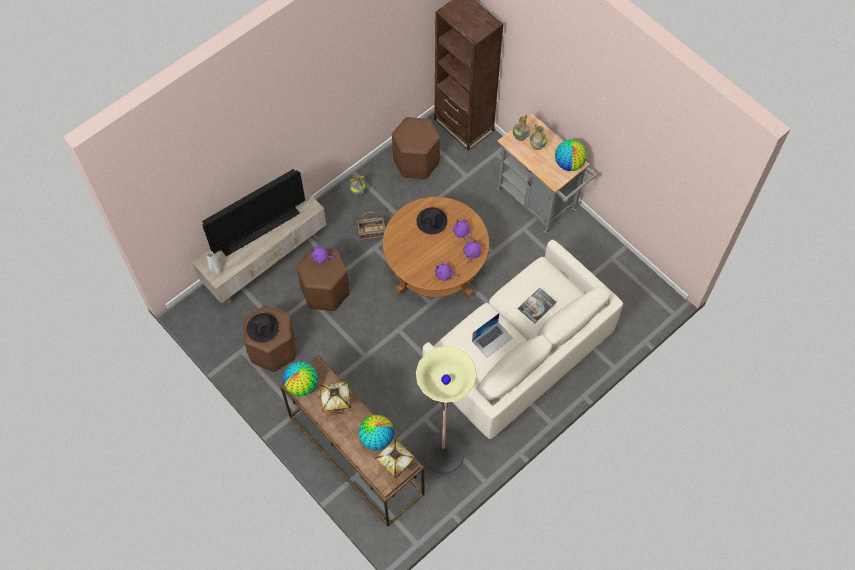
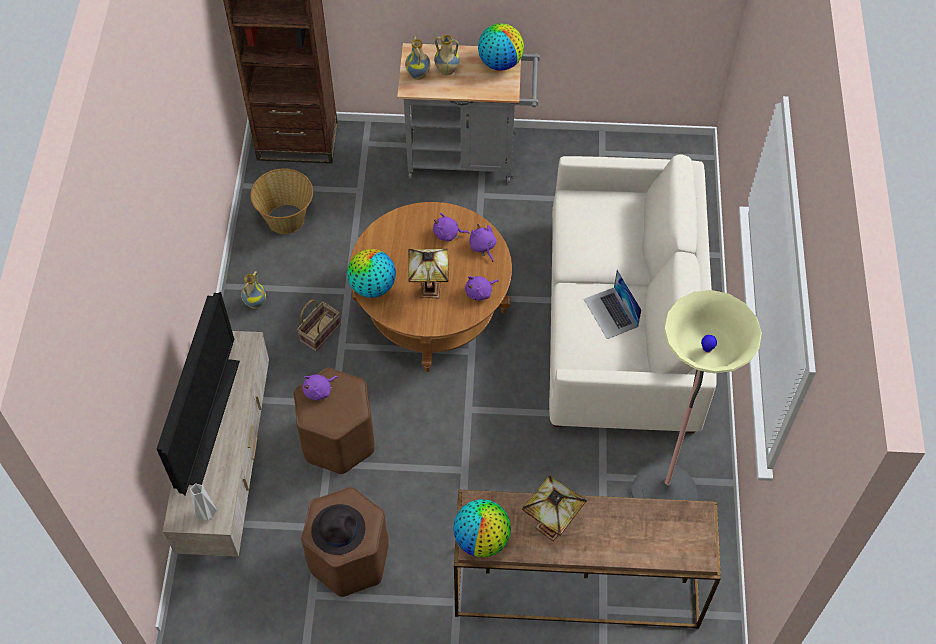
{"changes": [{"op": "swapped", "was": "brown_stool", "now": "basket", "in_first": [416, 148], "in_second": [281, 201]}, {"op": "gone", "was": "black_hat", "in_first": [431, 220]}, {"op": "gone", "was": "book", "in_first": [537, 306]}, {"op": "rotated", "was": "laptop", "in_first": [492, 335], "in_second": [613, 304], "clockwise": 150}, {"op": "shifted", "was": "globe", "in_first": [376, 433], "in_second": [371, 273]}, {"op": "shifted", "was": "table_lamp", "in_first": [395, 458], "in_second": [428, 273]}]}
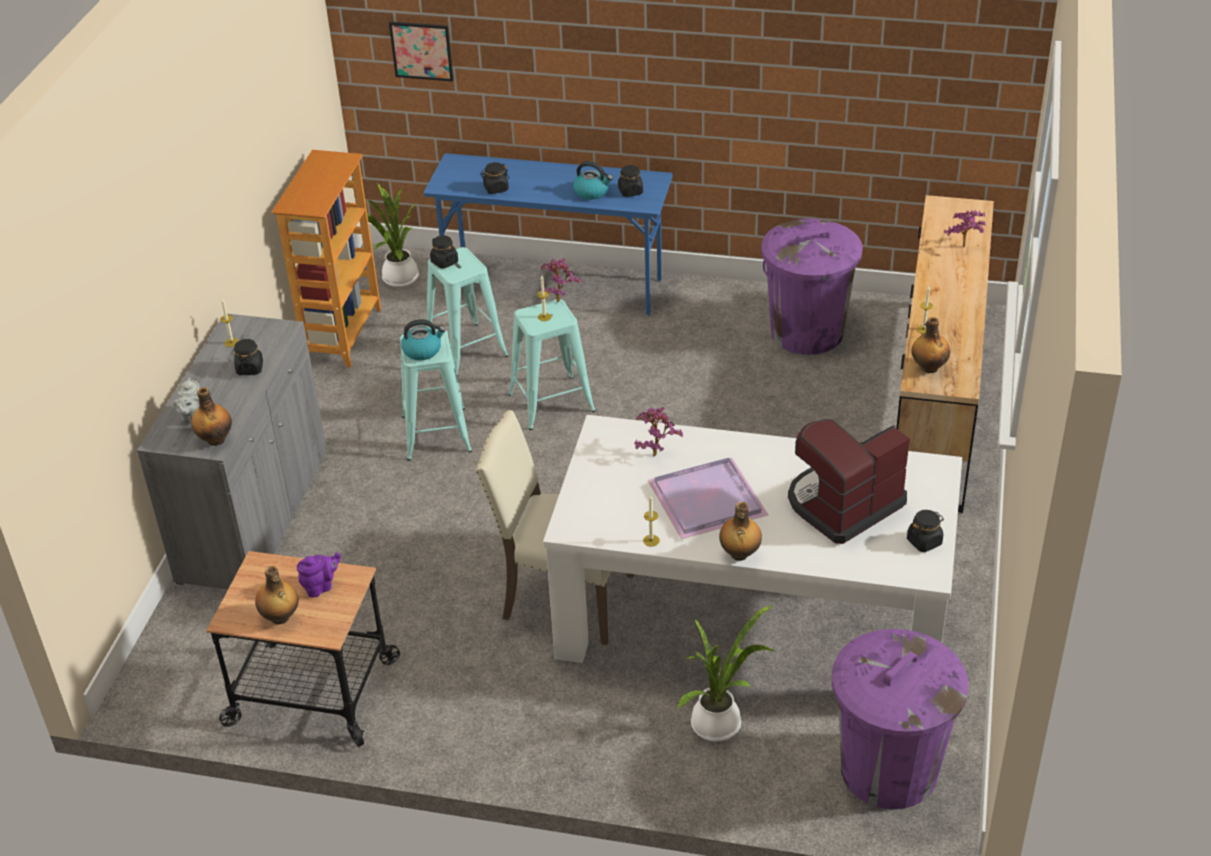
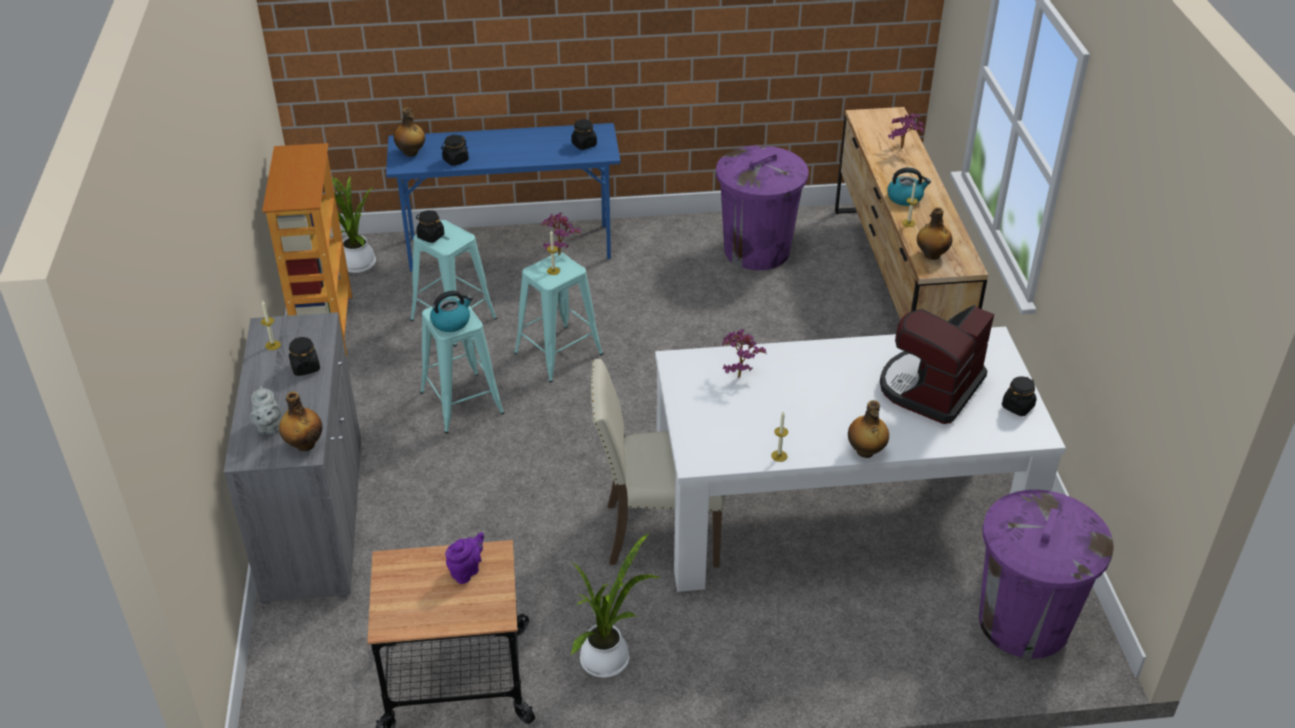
{"changes": [{"op": "gone", "was": "picture", "in_first": [421, 51]}, {"op": "shifted", "was": "kettle", "in_first": [593, 180], "in_second": [909, 187]}, {"op": "gone", "was": "purple_tray", "in_first": [707, 498]}, {"op": "shifted", "was": "bottle", "in_first": [277, 595], "in_second": [409, 132]}, {"op": "shifted", "was": "potted_plant", "in_first": [725, 673], "in_second": [615, 605]}]}
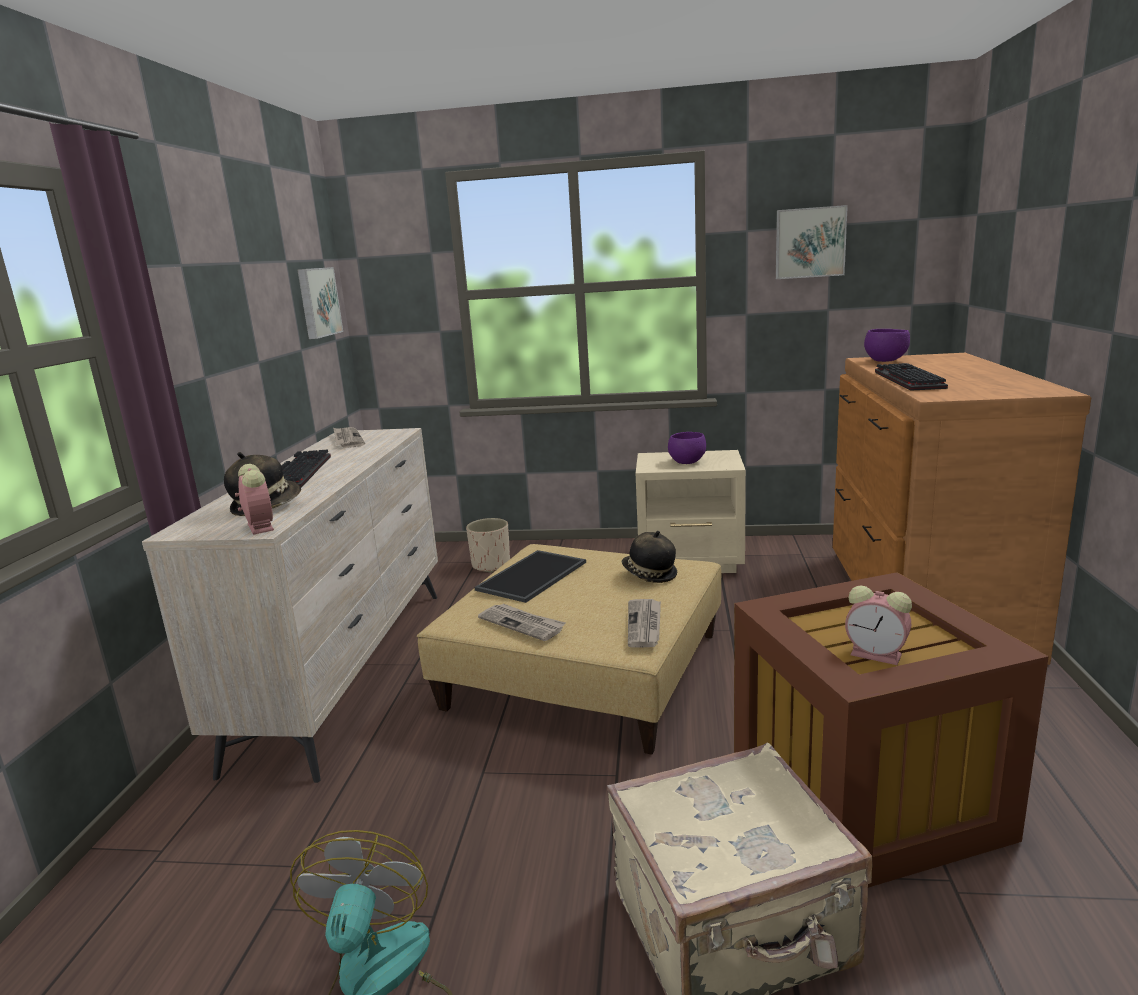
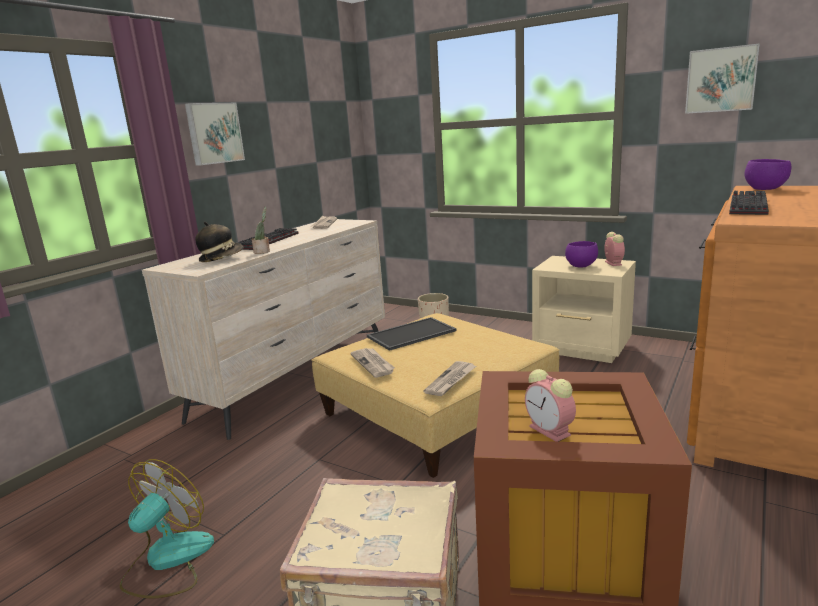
{"changes": [{"op": "shifted", "was": "picture", "in_first": [320, 303], "in_second": [215, 134]}, {"op": "shifted", "was": "alarm_clock", "in_first": [254, 499], "in_second": [614, 249]}, {"op": "gone", "was": "hat", "in_first": [649, 557]}, {"op": "new", "now": "potted_plant", "in_second": [261, 230]}]}
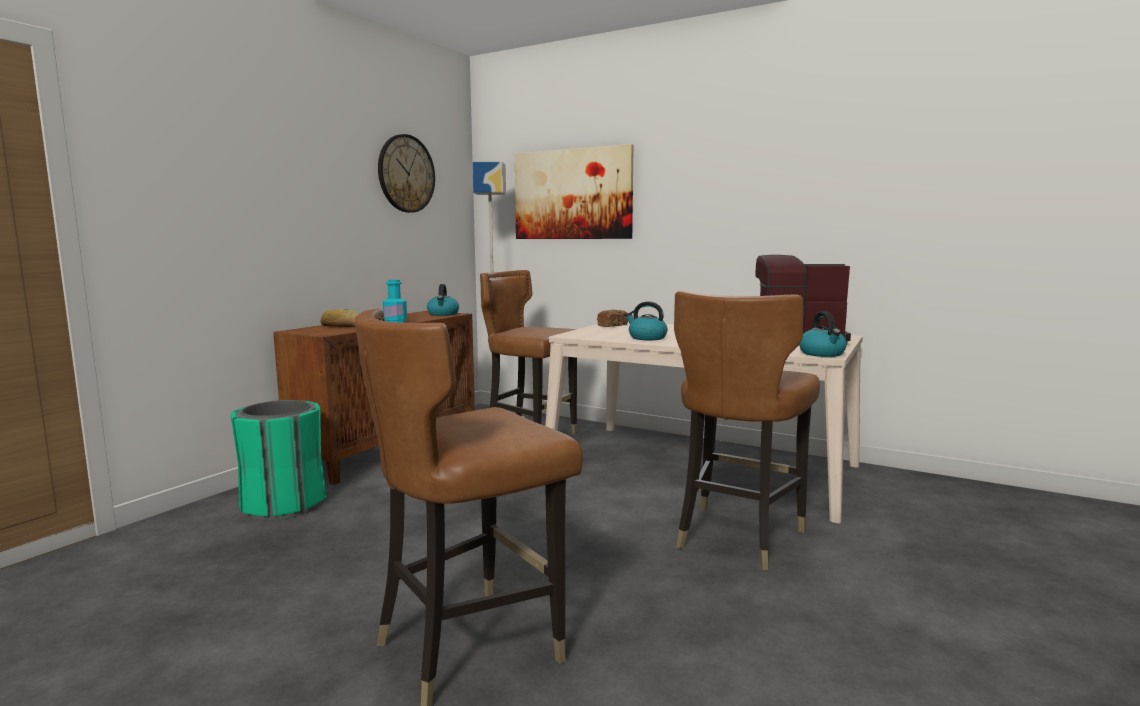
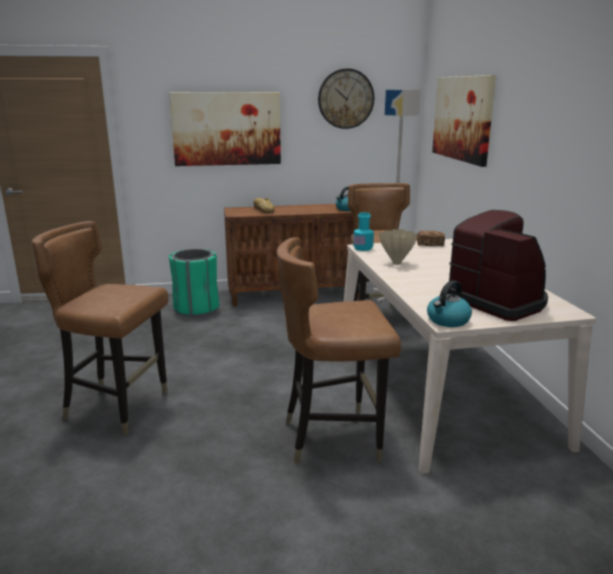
{"changes": [{"op": "shifted", "was": "turquoise_bottle", "in_first": [395, 301], "in_second": [363, 231]}, {"op": "swapped", "was": "kettle", "now": "beige_vase", "in_first": [646, 320], "in_second": [398, 247]}, {"op": "new", "now": "picture", "in_second": [225, 129]}]}
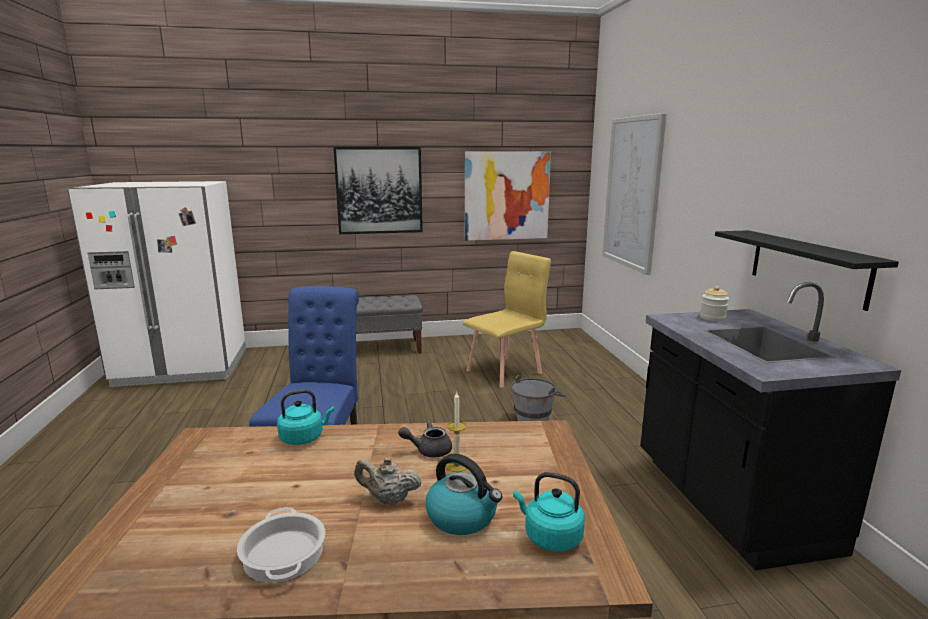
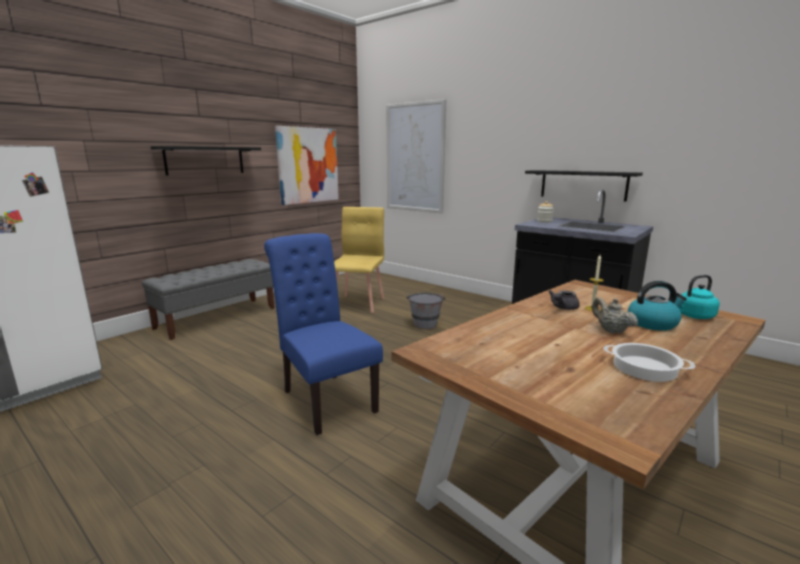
{"changes": [{"op": "swapped", "was": "picture", "now": "black_shelf", "in_first": [378, 190], "in_second": [205, 160]}, {"op": "gone", "was": "turquoise_kettle", "in_first": [305, 417]}, {"op": "rotated", "was": "beige_teapot", "in_first": [387, 481], "in_second": [615, 315], "clockwise": 90}]}
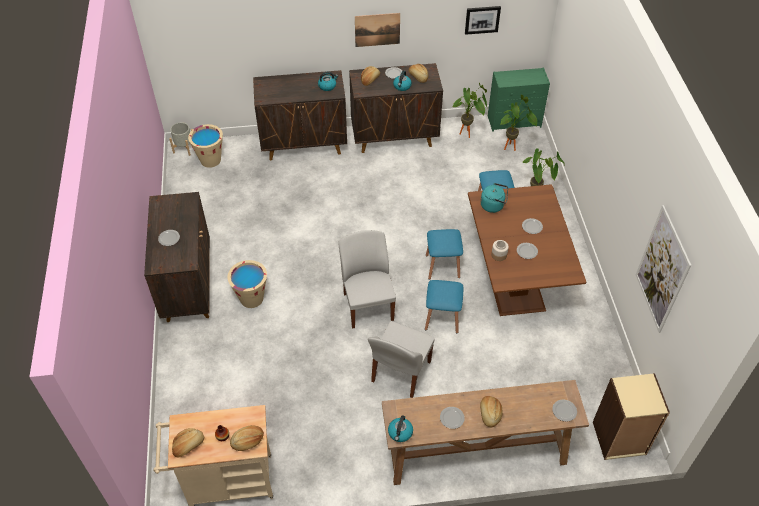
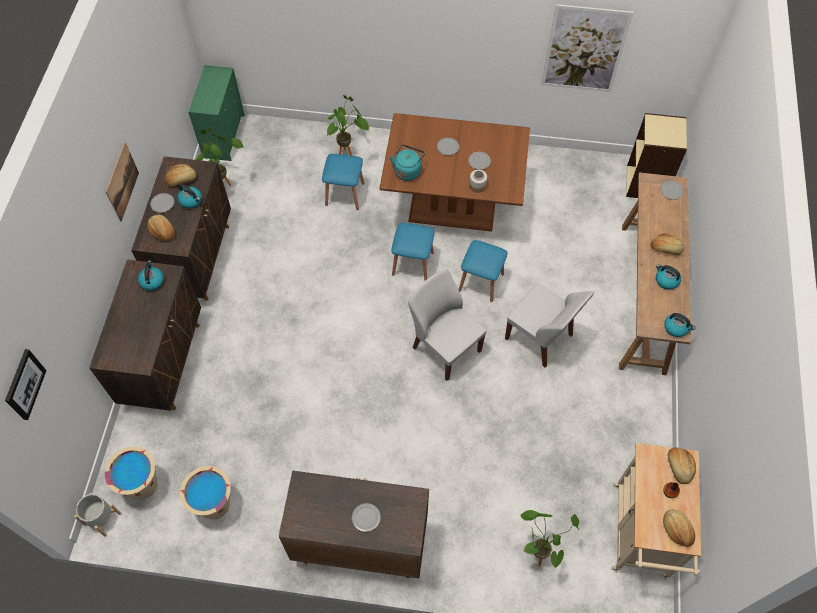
{"changes": [{"op": "shifted", "was": "picture", "in_first": [483, 20], "in_second": [26, 384]}, {"op": "shifted", "was": "potted_plant", "in_first": [518, 123], "in_second": [550, 539]}, {"op": "rotated", "was": "white_chair", "in_first": [367, 279], "in_second": [447, 325], "clockwise": 45}, {"op": "shifted", "was": "beige_bucket", "in_first": [247, 284], "in_second": [205, 493]}, {"op": "swapped", "was": "plate", "now": "kettle", "in_first": [452, 418], "in_second": [668, 277]}]}
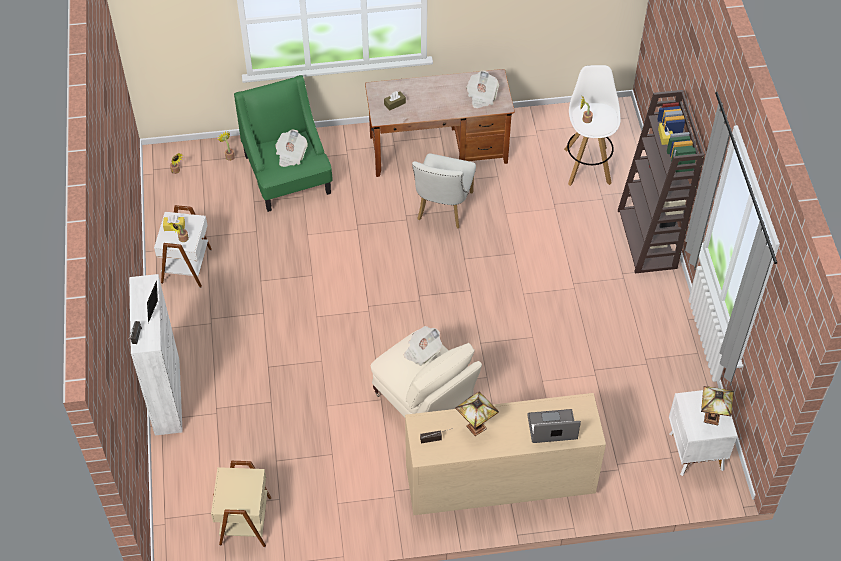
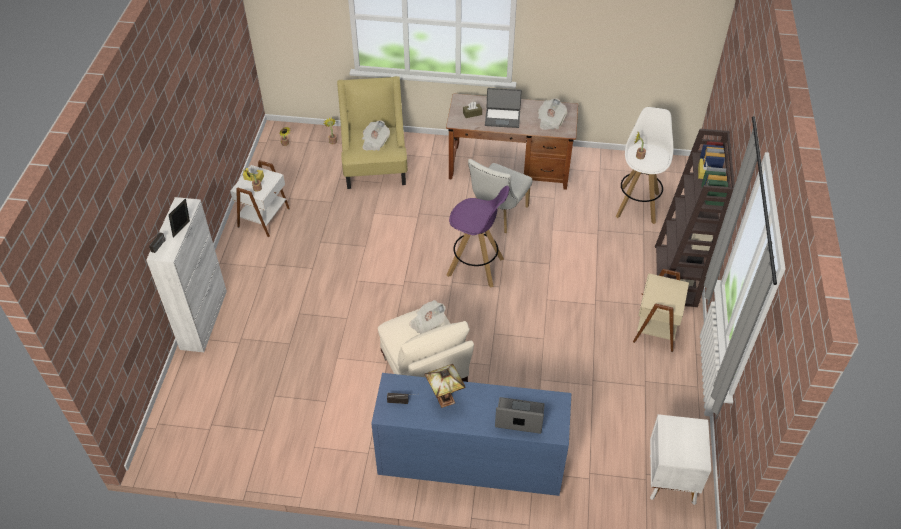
{"changes": [{"op": "repainted", "was": "green_armchair", "now": "yellow_armchair", "in_first": [283, 143], "in_second": [372, 132]}, {"op": "gone", "was": "table_lamp", "in_first": [717, 405]}, {"op": "repainted", "was": "beige_dresser", "now": "blue_dresser", "in_first": [505, 454], "in_second": [471, 434]}, {"op": "shifted", "was": "beige_side_table", "in_first": [241, 504], "in_second": [661, 310]}, {"op": "new", "now": "laptop", "in_second": [503, 108]}, {"op": "new", "now": "purple_stool", "in_second": [478, 237]}]}
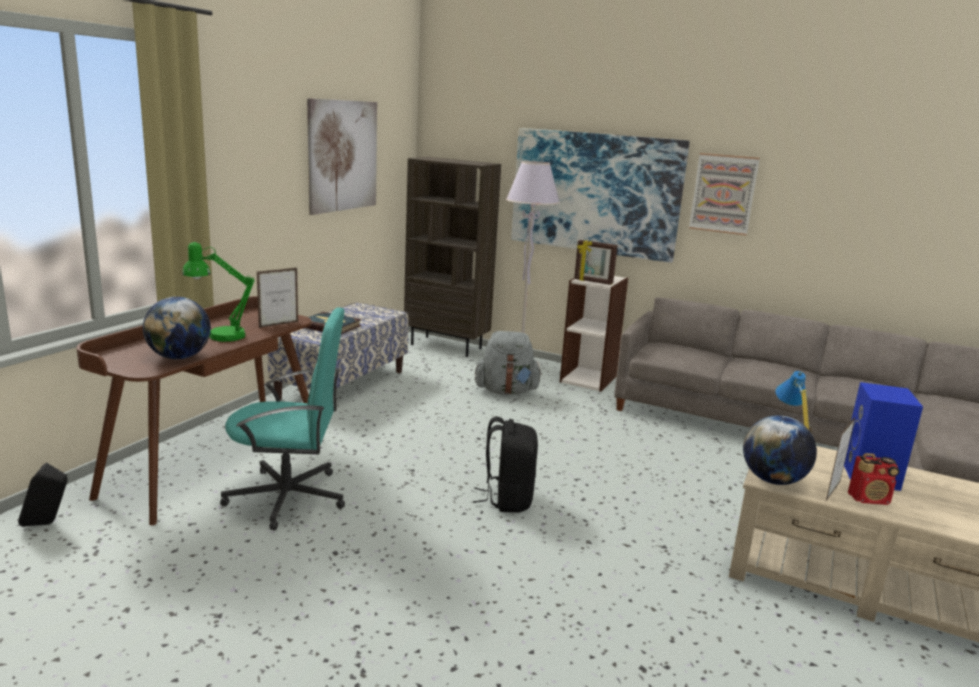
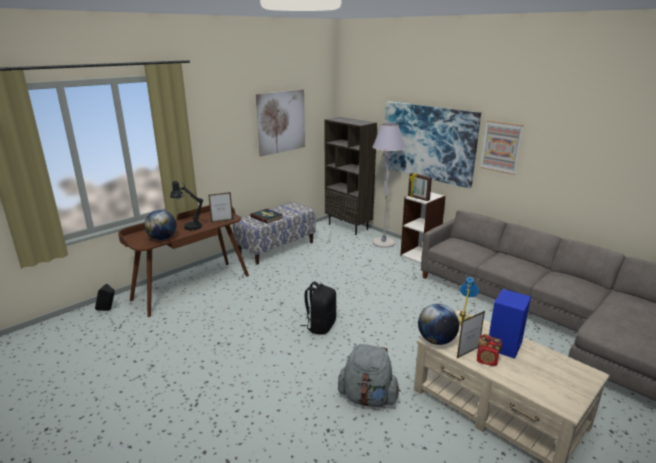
{"changes": [{"op": "repainted", "was": "green_table_lamp", "now": "black_table_lamp", "in_first": [218, 292], "in_second": [186, 205]}, {"op": "gone", "was": "turquoise_office_chair", "in_first": [282, 418]}, {"op": "shifted", "was": "grey_backpack", "in_first": [508, 363], "in_second": [369, 375]}]}
